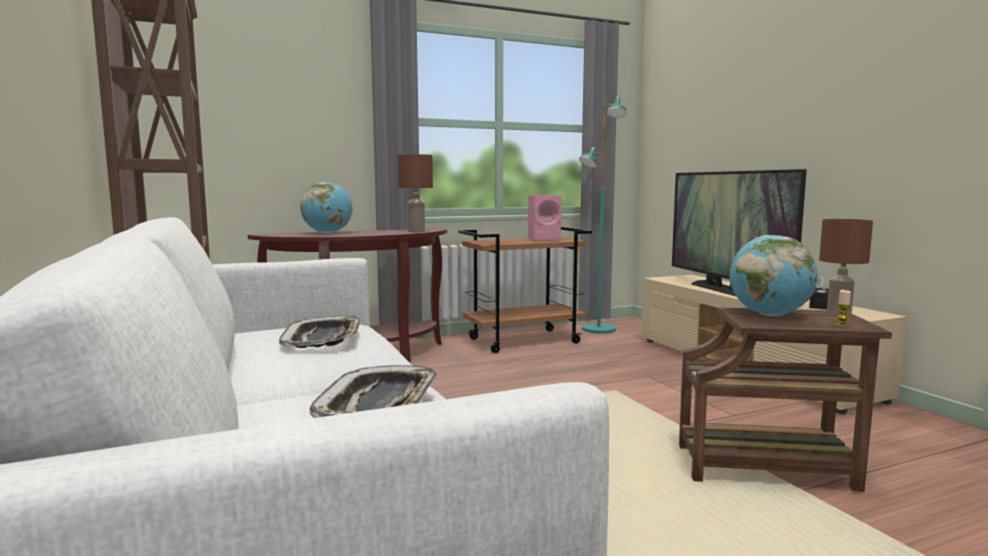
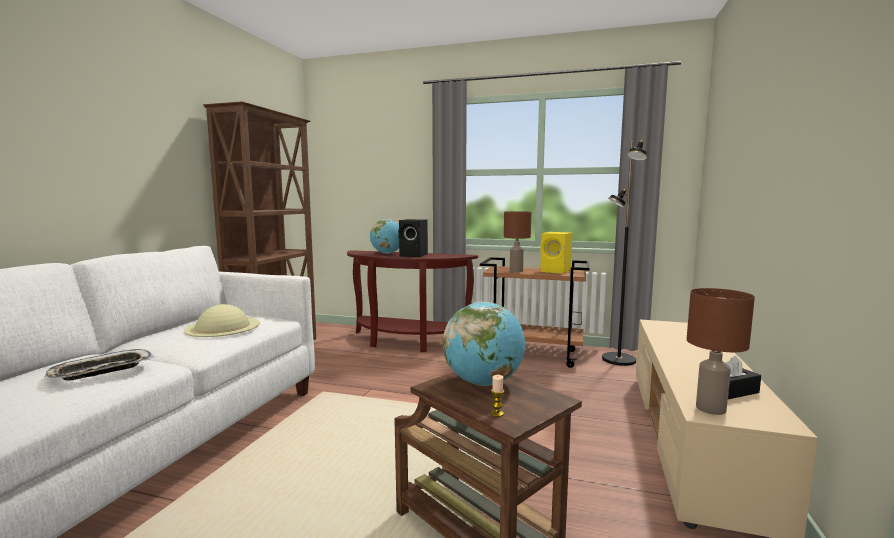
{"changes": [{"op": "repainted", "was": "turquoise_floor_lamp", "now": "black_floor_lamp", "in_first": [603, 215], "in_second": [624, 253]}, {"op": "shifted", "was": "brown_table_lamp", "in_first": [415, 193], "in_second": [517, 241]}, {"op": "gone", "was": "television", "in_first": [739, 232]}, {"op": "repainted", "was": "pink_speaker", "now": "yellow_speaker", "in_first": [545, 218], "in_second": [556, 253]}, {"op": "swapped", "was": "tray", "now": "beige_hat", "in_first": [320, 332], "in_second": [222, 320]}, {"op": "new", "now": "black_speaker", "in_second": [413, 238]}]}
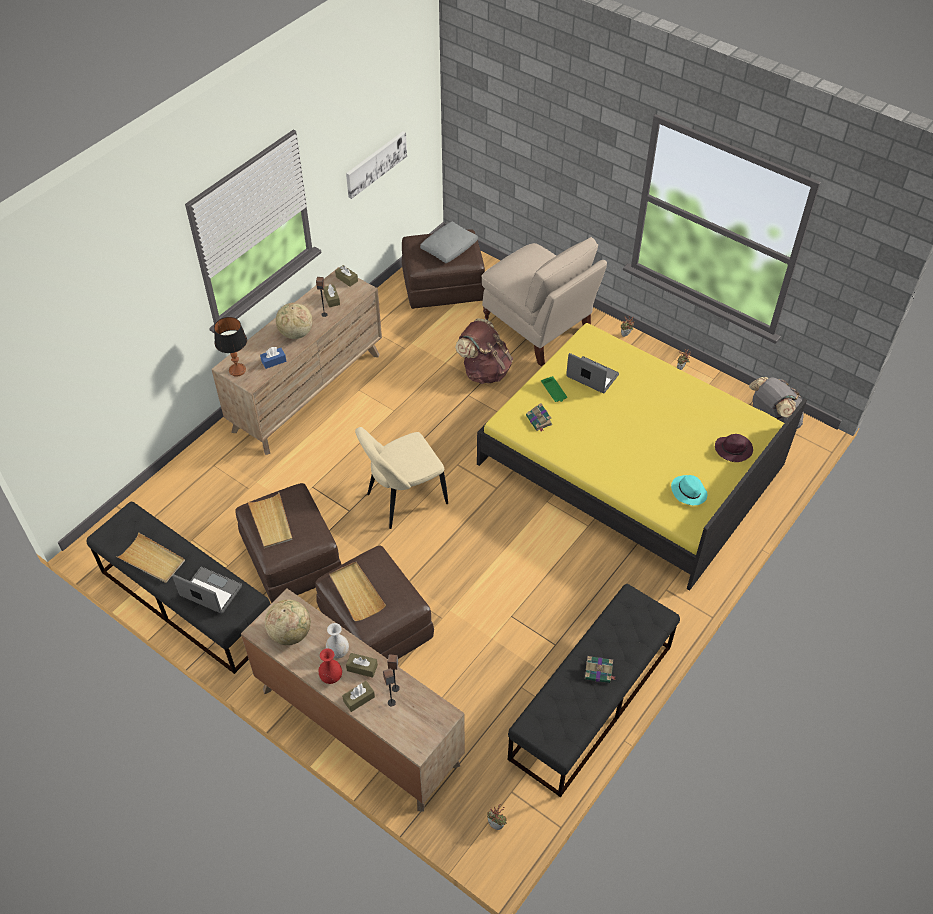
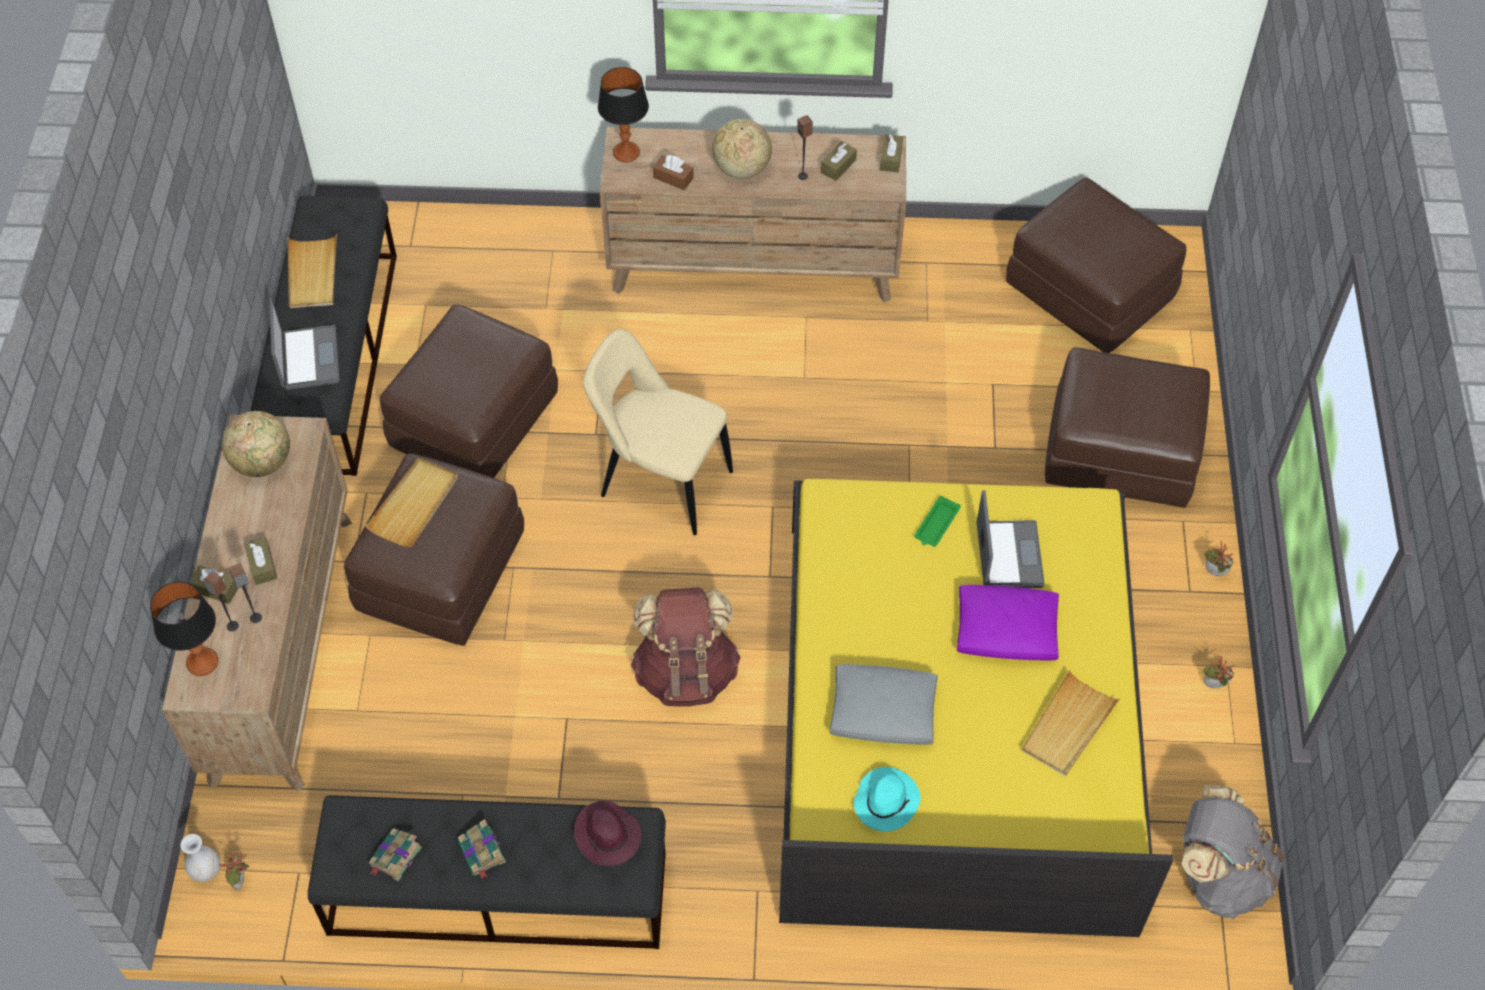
{"changes": [{"op": "gone", "was": "picture", "in_first": [376, 165]}, {"op": "shifted", "was": "grey_pillow", "in_first": [449, 242], "in_second": [883, 704]}, {"op": "swapped", "was": "beige_chair", "now": "brown_ottoman", "in_first": [544, 301], "in_second": [1127, 427]}, {"op": "shifted", "was": "brown_backpack", "in_first": [484, 351], "in_second": [686, 647]}, {"op": "repainted", "was": "blue_tissue_box", "now": "brown_tissue_box", "in_first": [273, 358], "in_second": [673, 172]}, {"op": "shifted", "was": "book", "in_first": [539, 417], "in_second": [395, 854]}, {"op": "shifted", "was": "purple_hat", "in_first": [734, 448], "in_second": [607, 833]}, {"op": "shifted", "was": "beige_tray", "in_first": [270, 520], "in_second": [1070, 723]}, {"op": "shifted", "was": "white_vase", "in_first": [337, 640], "in_second": [200, 858]}, {"op": "gone", "was": "red_vase", "in_first": [330, 666]}, {"op": "new", "now": "table_lamp", "in_second": [184, 629]}, {"op": "new", "now": "purple_pillow", "in_second": [1008, 622]}]}
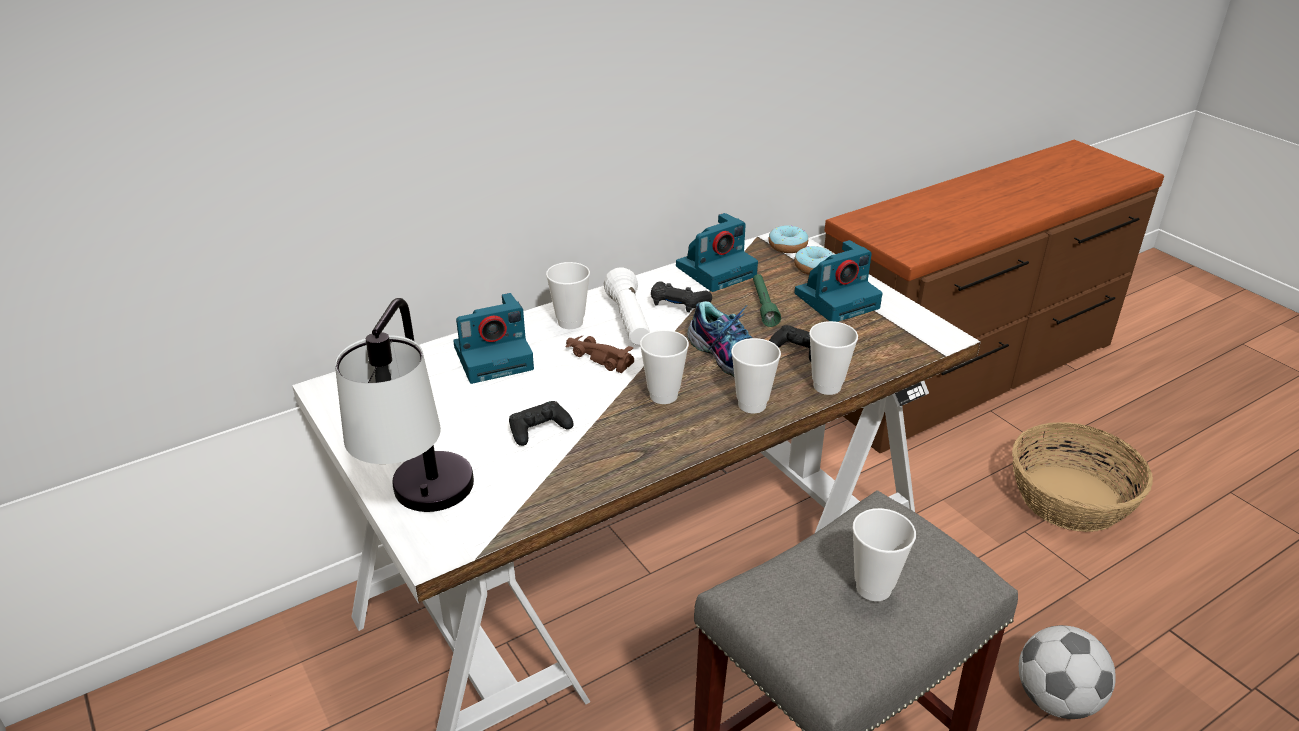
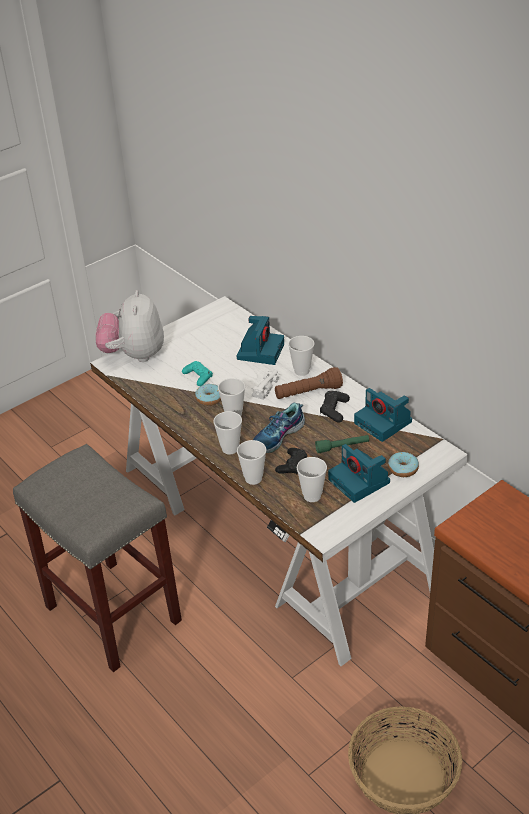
{"changes": [{"op": "shifted", "was": "donut", "in_first": [788, 239], "in_second": [208, 395]}, {"op": "repainted", "was": "white_flashlight", "now": "brown_flashlight", "in_first": [627, 306], "in_second": [309, 383]}, {"op": "rotated", "was": "photo_camera", "in_first": [493, 338], "in_second": [260, 340], "clockwise": -135}, {"op": "swapped", "was": "table_lamp", "now": "plush_toy", "in_first": [404, 405], "in_second": [129, 326]}, {"op": "repainted", "was": "brown_toy_car", "now": "white_toy_car", "in_first": [600, 354], "in_second": [266, 385]}, {"op": "repainted", "was": "black_game_controller", "now": "turquoise_game_controller", "in_first": [541, 423], "in_second": [197, 373]}, {"op": "shifted", "was": "cup", "in_first": [884, 554], "in_second": [312, 479]}, {"op": "gone", "was": "football", "in_first": [1067, 672]}]}
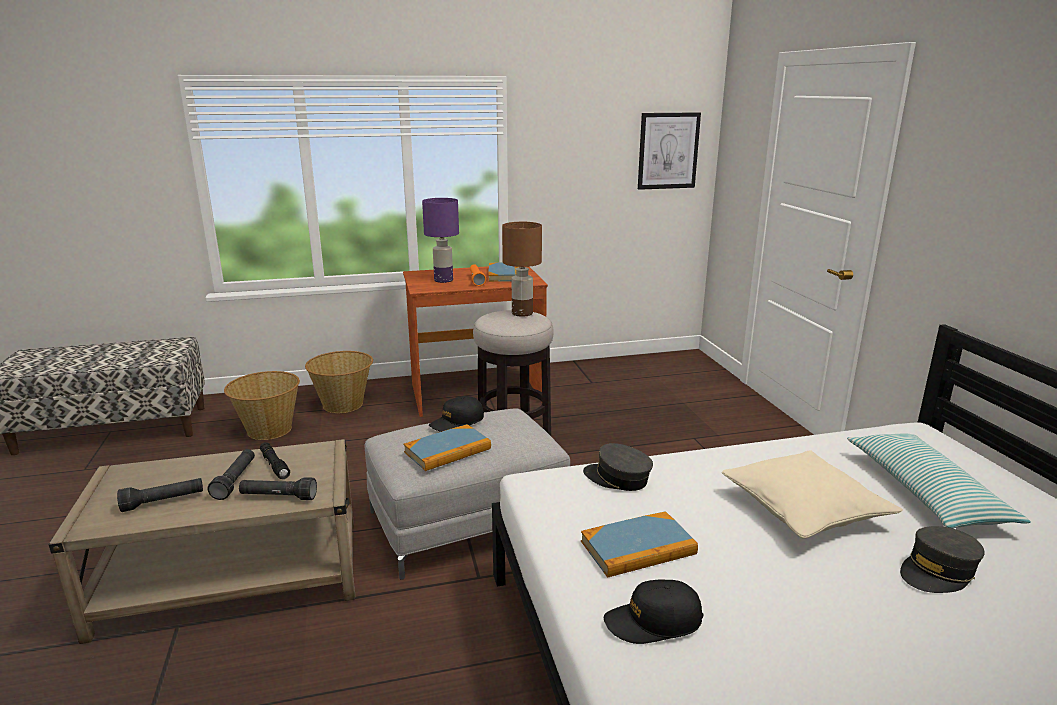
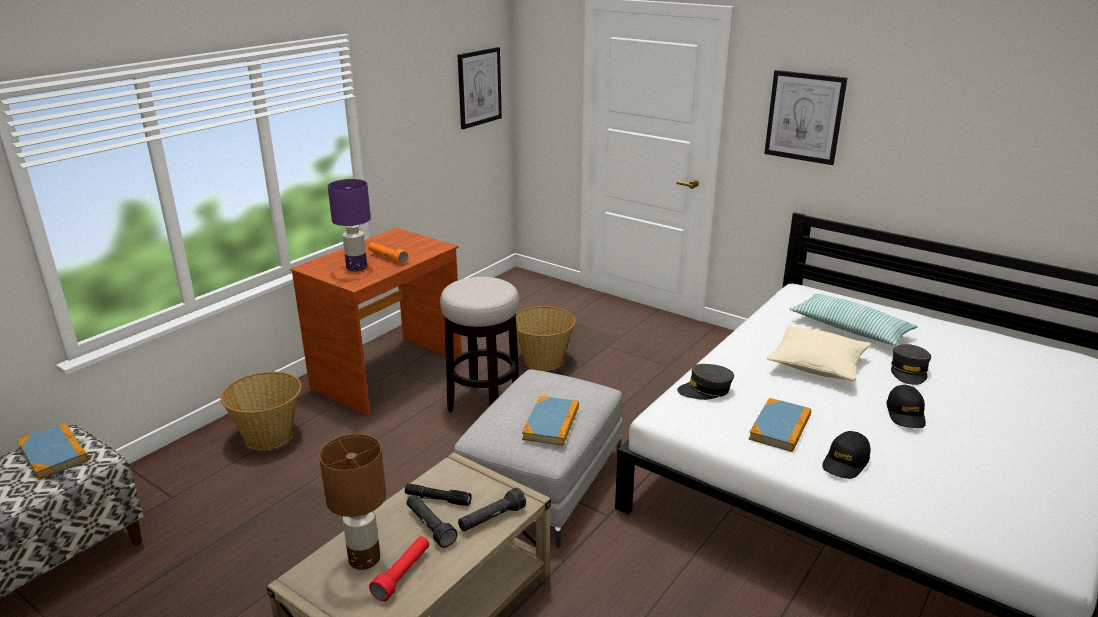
{"changes": [{"op": "shifted", "was": "brown_table_lamp", "in_first": [522, 269], "in_second": [352, 502]}, {"op": "shifted", "was": "book", "in_first": [503, 272], "in_second": [53, 451]}, {"op": "shifted", "was": "basket", "in_first": [262, 405], "in_second": [546, 338]}, {"op": "shifted", "was": "black_cap", "in_first": [456, 414], "in_second": [906, 406]}, {"op": "repainted", "was": "black_flashlight", "now": "red_flashlight", "in_first": [160, 495], "in_second": [399, 568]}, {"op": "new", "now": "picture", "in_second": [805, 117]}]}
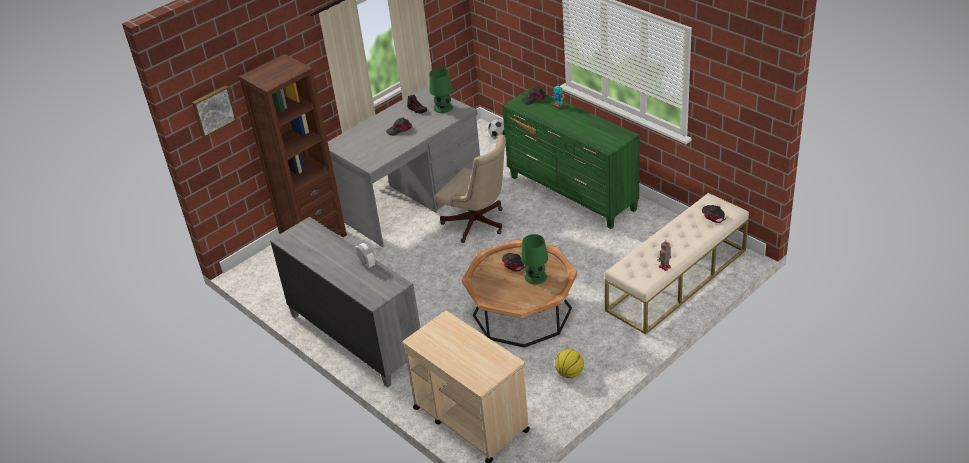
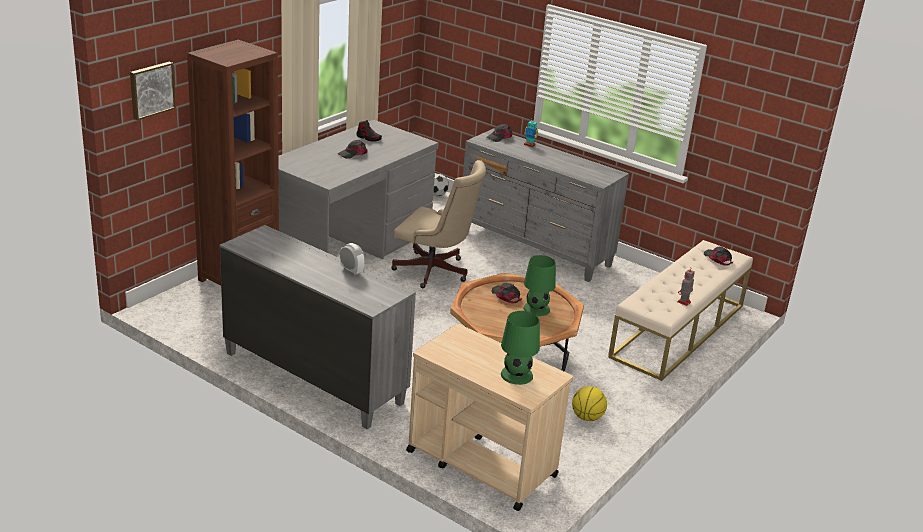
{"changes": [{"op": "shifted", "was": "green_table_lamp", "in_first": [441, 90], "in_second": [520, 348]}, {"op": "repainted", "was": "green_dresser", "now": "grey_dresser", "in_first": [571, 158], "in_second": [546, 205]}]}
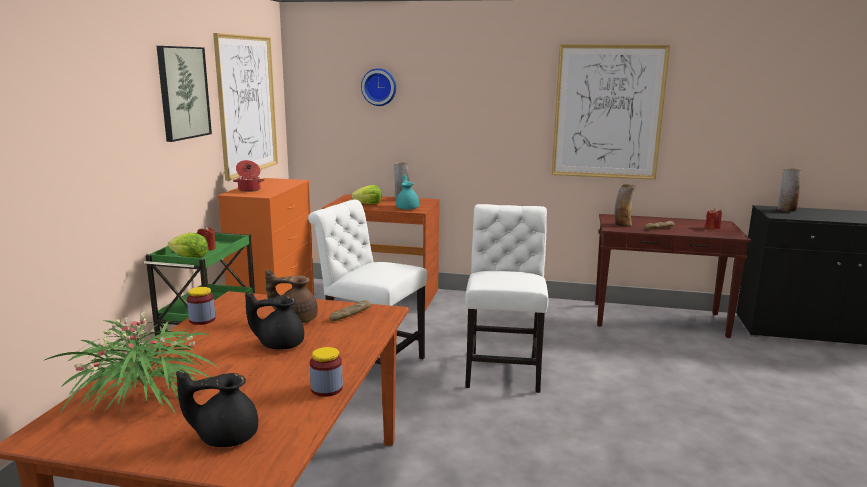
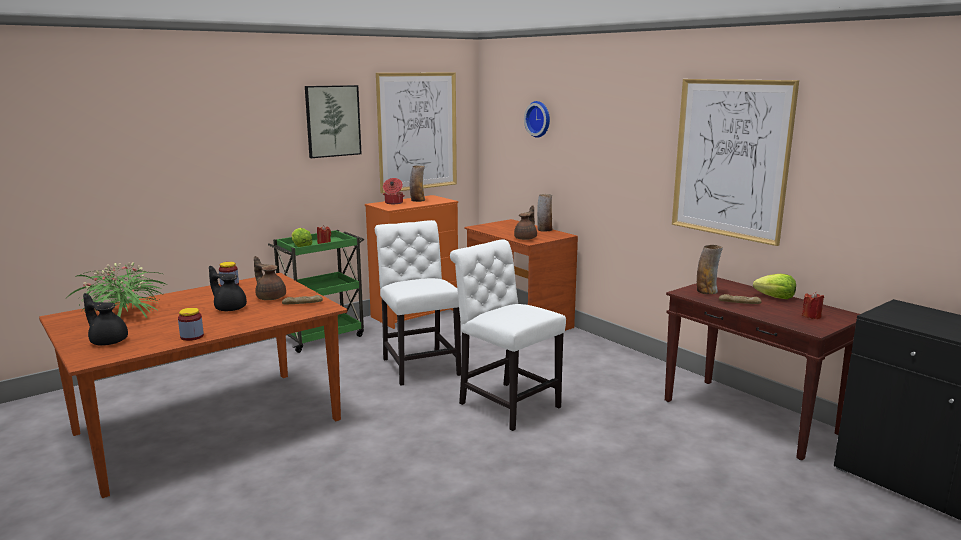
{"changes": [{"op": "shifted", "was": "vase", "in_first": [789, 190], "in_second": [417, 183]}, {"op": "repainted", "was": "turquoise_teapot", "now": "brown_teapot", "in_first": [407, 192], "in_second": [525, 222]}, {"op": "shifted", "was": "lettuce", "in_first": [366, 194], "in_second": [774, 286]}, {"op": "rotated", "was": "white_chair", "in_first": [506, 298], "in_second": [508, 335], "clockwise": -90}]}
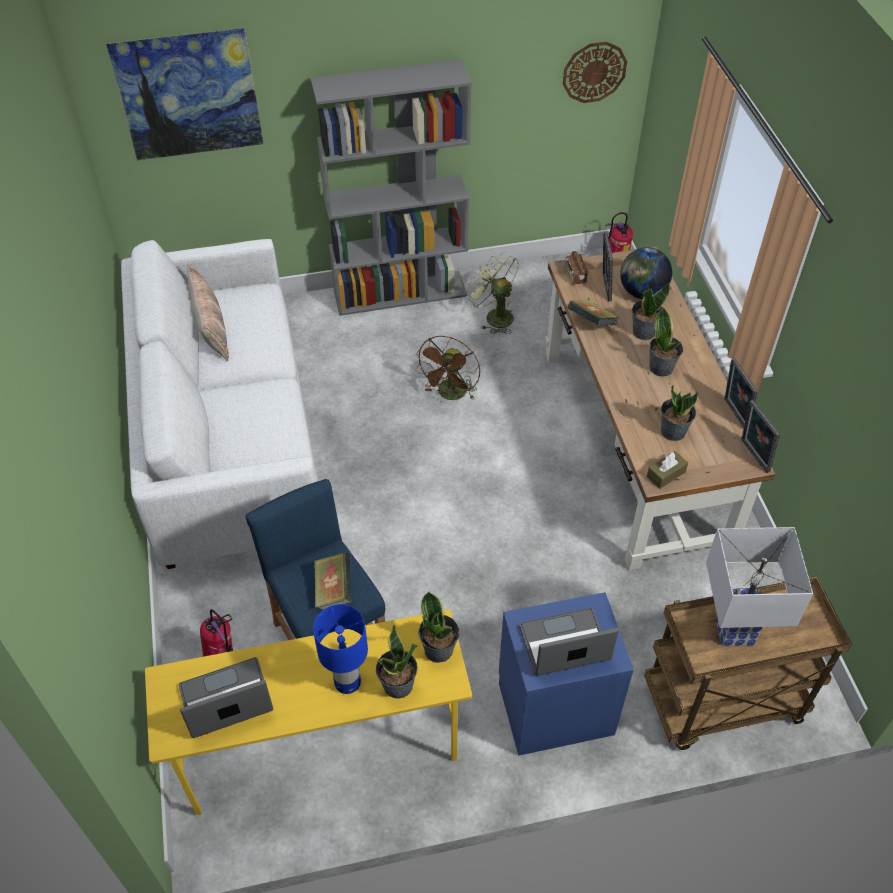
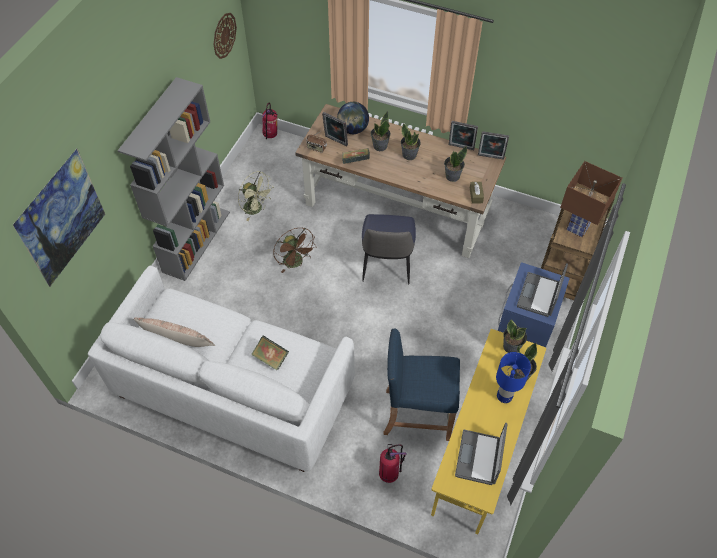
{"changes": [{"op": "rotated", "was": "green_fan", "in_first": [492, 292], "in_second": [255, 196], "clockwise": -135}, {"op": "repainted", "was": "white_table_lamp", "now": "brown_table_lamp", "in_first": [759, 586], "in_second": [591, 199]}, {"op": "shifted", "was": "book", "in_first": [333, 581], "in_second": [270, 352]}, {"op": "new", "now": "chair", "in_second": [389, 249]}]}
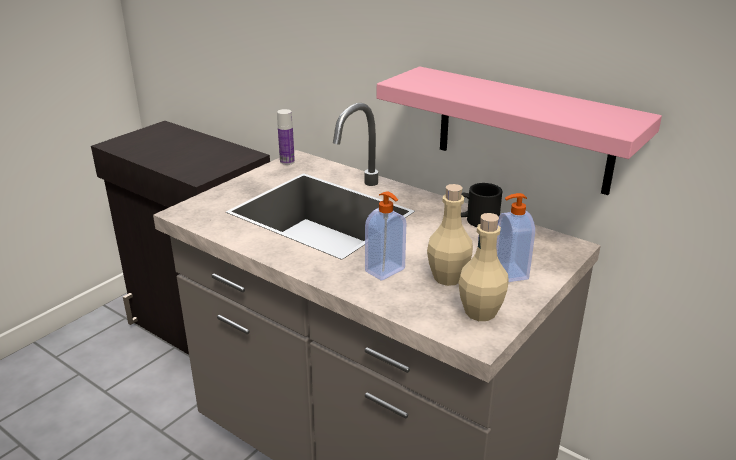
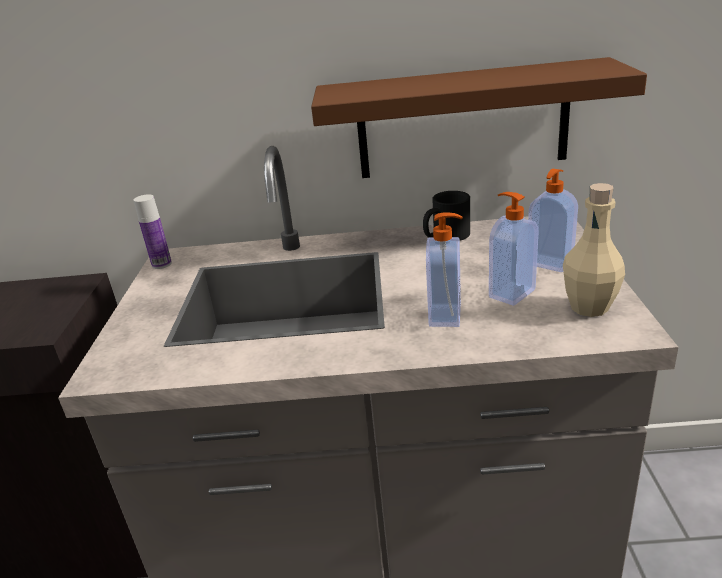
{"changes": [{"op": "repainted", "was": "pink_shelf", "now": "brown_shelf", "in_first": [519, 130], "in_second": [479, 117]}, {"op": "swapped", "was": "beige_bottle", "now": "soap_dispenser", "in_first": [450, 235], "in_second": [514, 249]}]}
